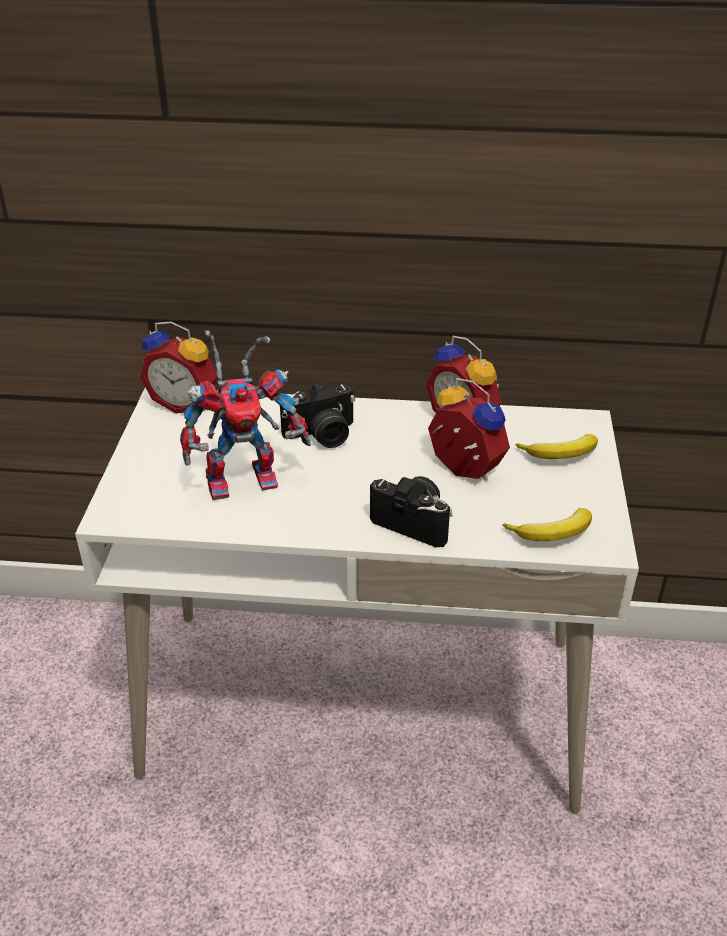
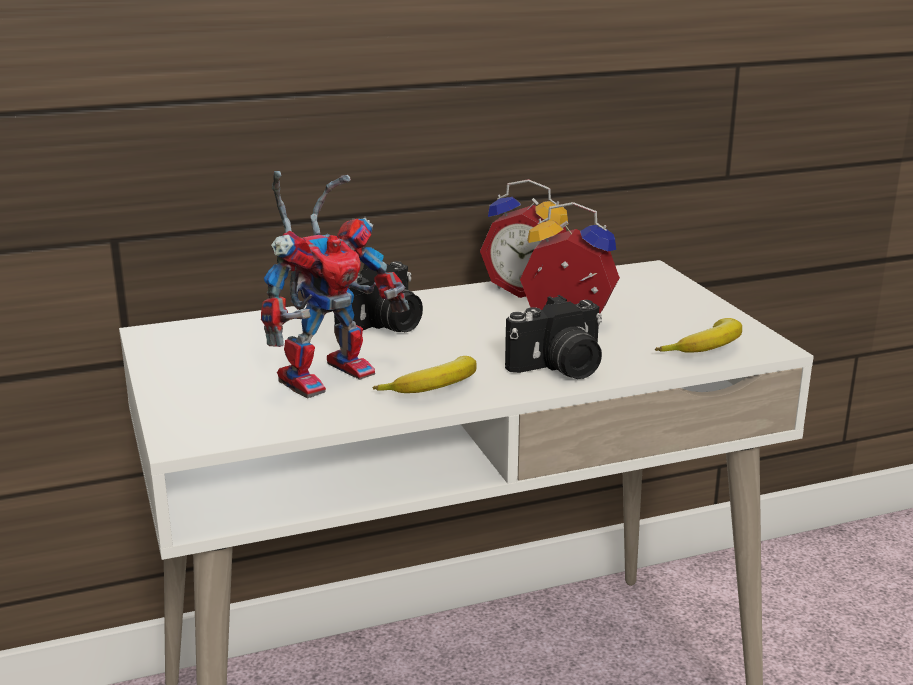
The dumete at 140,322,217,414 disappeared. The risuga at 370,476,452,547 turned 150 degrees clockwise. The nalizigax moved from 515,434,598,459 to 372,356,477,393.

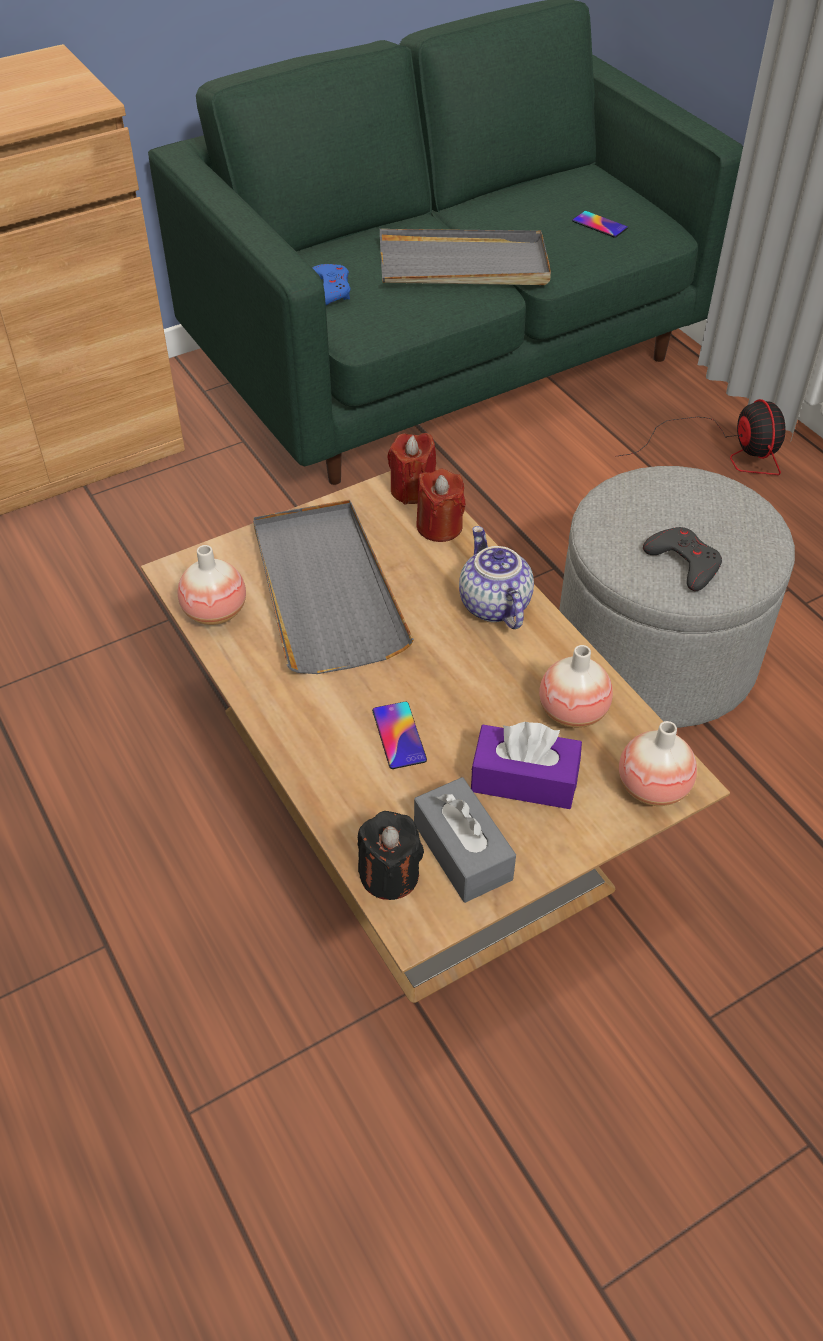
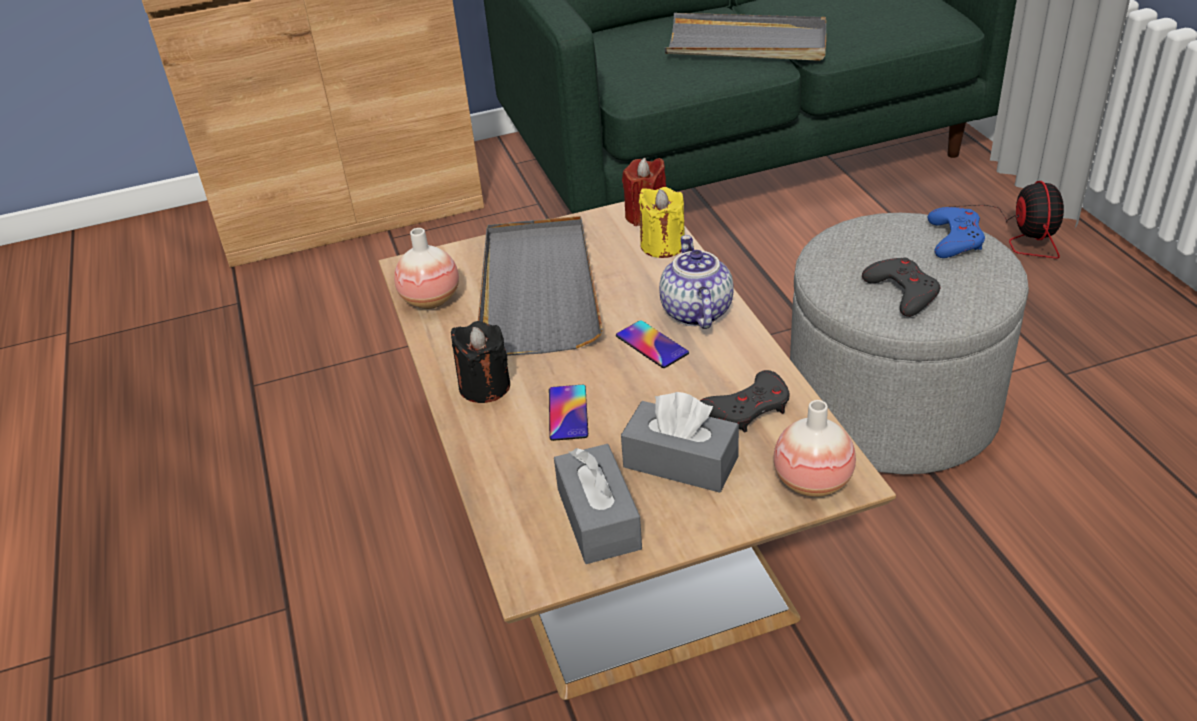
The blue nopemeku moved from 312,264,350,305 to 928,207,985,258. The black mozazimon moved from 358,811,424,900 to 451,321,510,403. The red mozazimon at 416,469,466,542 became the yellow mozazimon at 639,187,685,258. The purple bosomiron at 471,722,582,809 became the grey bosomiron at 621,392,739,493. The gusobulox at 539,645,613,728 was replaced by the grey nopemeku at 700,370,790,432. The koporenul moved from 572,211,628,238 to 616,320,689,368.

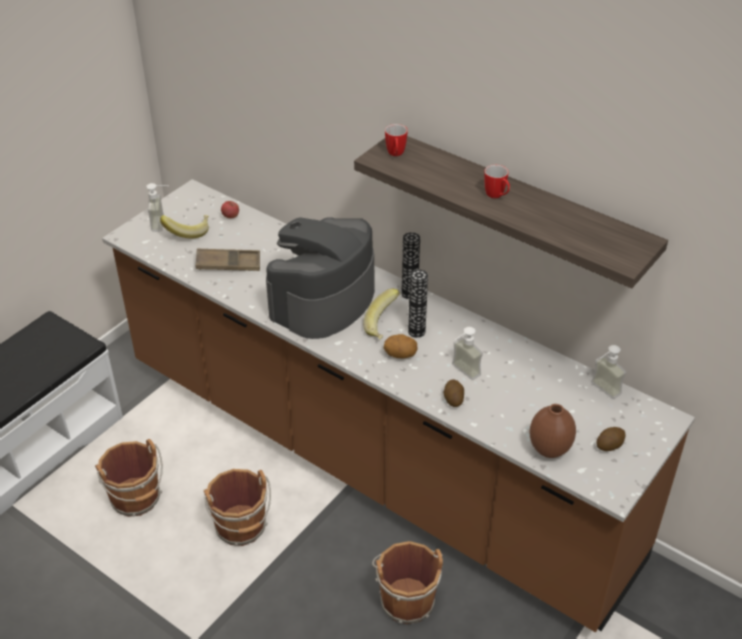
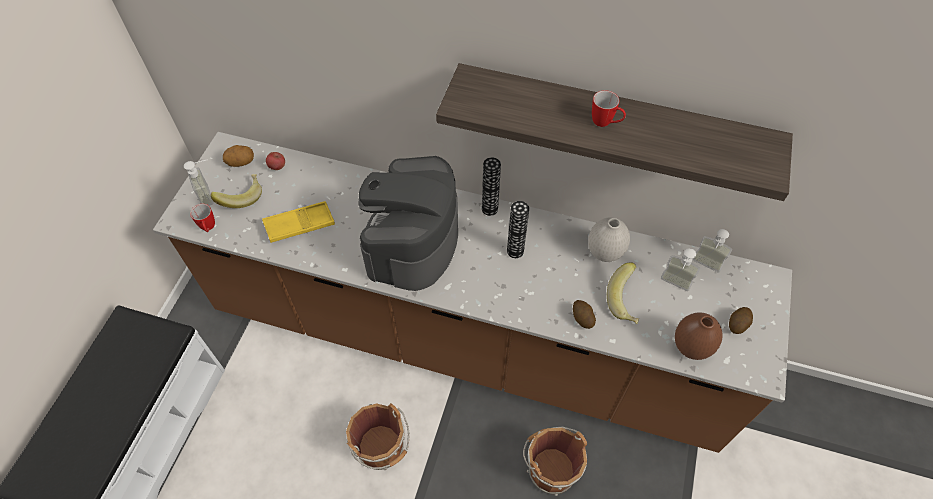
The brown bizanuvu at 95,439,163,517 disappeared. The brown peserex at 196,248,260,271 became the yellow peserex at 262,201,335,243. The nalizigax moved from 363,289,400,340 to 607,263,639,324. The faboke moved from 384,334,418,358 to 223,145,254,167. The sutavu moved from 385,124,408,156 to 190,204,215,232. The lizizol moved from 452,327,483,380 to 661,248,700,291. The white gusobulox at 588,217,630,262 appeared.

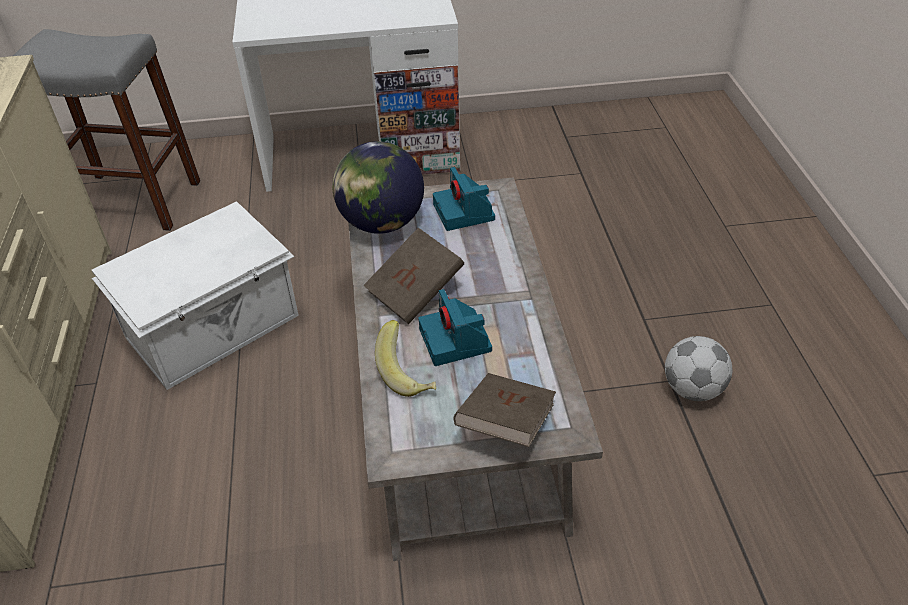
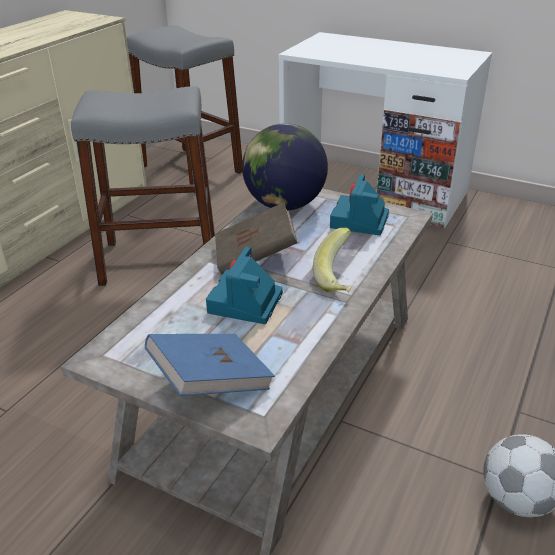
The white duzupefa at 92,201,299,390 was replaced by the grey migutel at 71,86,215,286. The nalizigax moved from 375,320,436,397 to 313,228,352,292. The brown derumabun at 454,373,556,447 became the blue derumabun at 145,334,275,396.

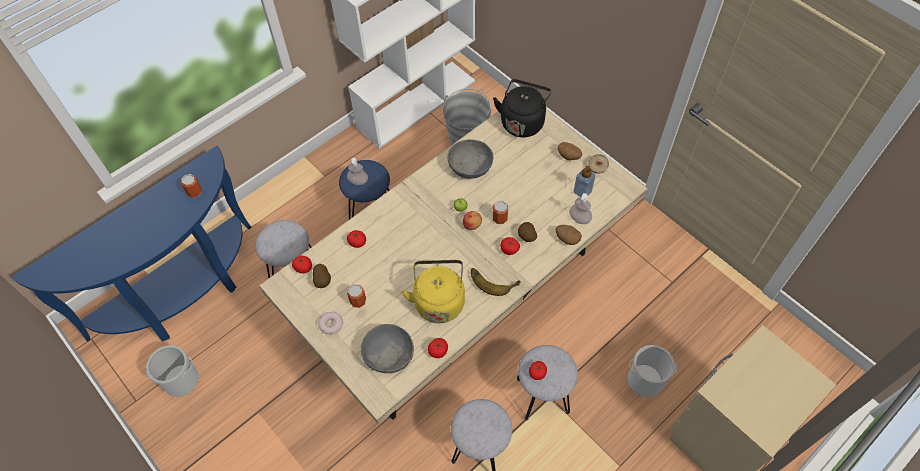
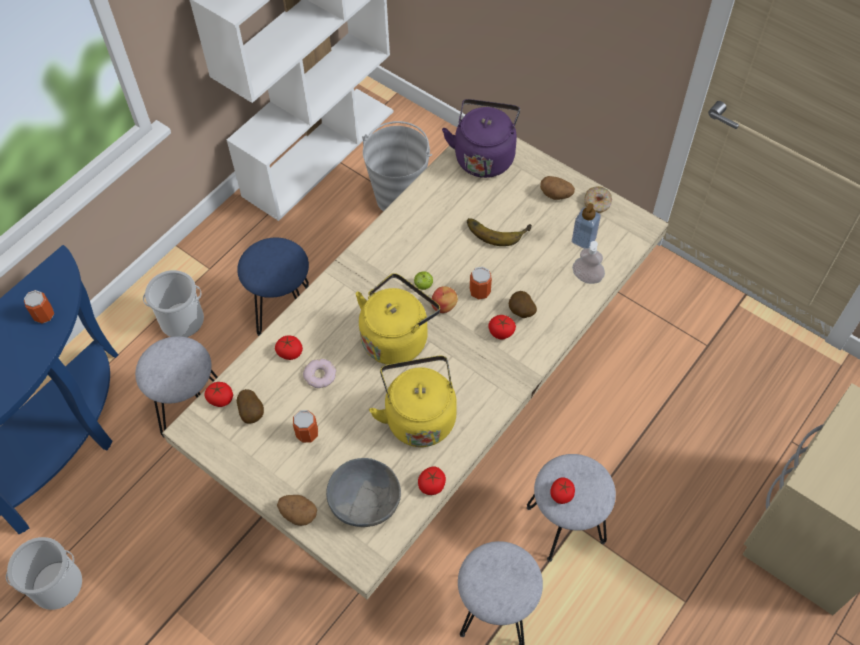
The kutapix moved from 318,312,343,334 to 303,359,336,388. The lizizol at 347,158,368,185 disappeared. The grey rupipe at 447,139,493,179 disappeared. The nalizigax moved from 471,268,521,296 to 467,218,532,246. The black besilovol at 493,79,551,137 became the purple besilovol at 442,99,520,178. The faboke moved from 556,225,582,245 to 277,495,317,526. The bizanuvu moved from 628,345,677,397 to 143,270,204,337. The yellow besilovol at 355,273,440,365 appeared.

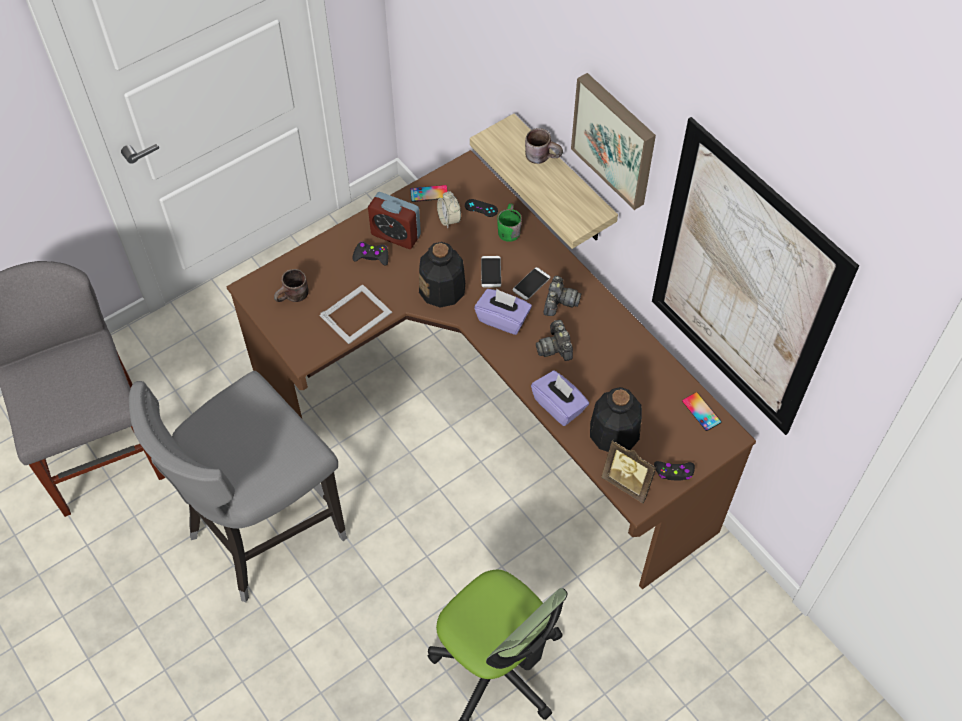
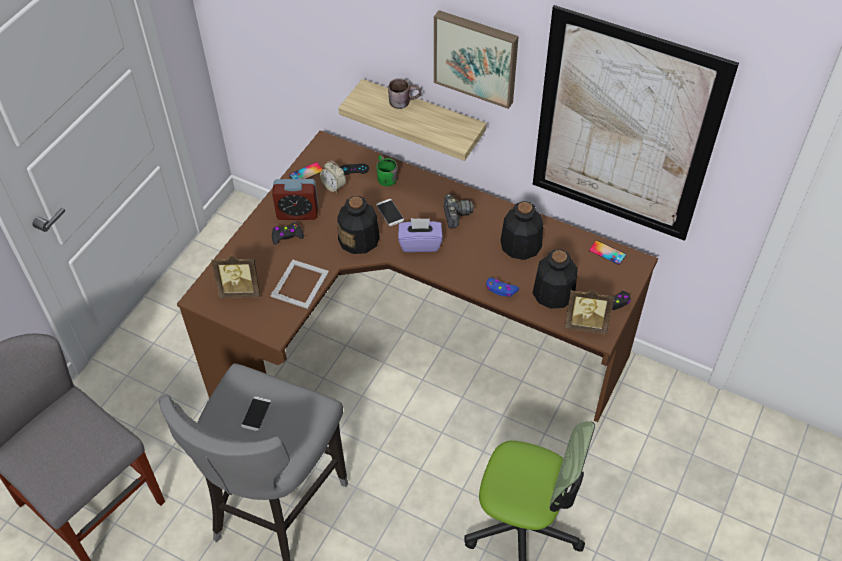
The brown sutavu at 274,269,309,302 was replaced by the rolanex at 212,256,260,298. The koporenul moved from 513,267,550,300 to 241,396,271,432. The purple bosomiron at 531,370,589,426 was replaced by the blue nopemeku at 486,278,519,297. The risuga at 536,320,573,361 disappeared. The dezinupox at 500,201,543,260 appeared.

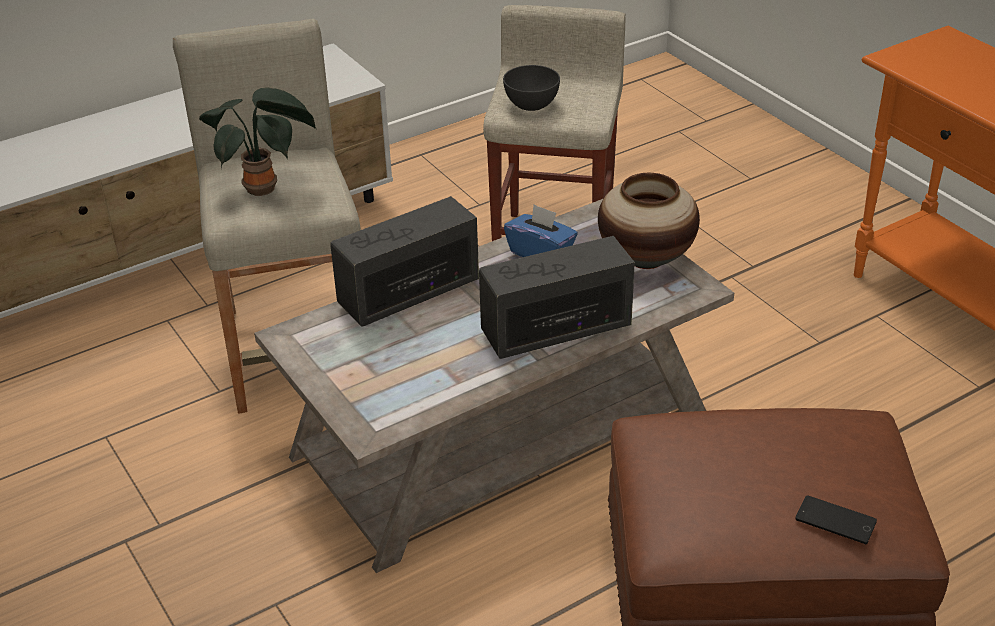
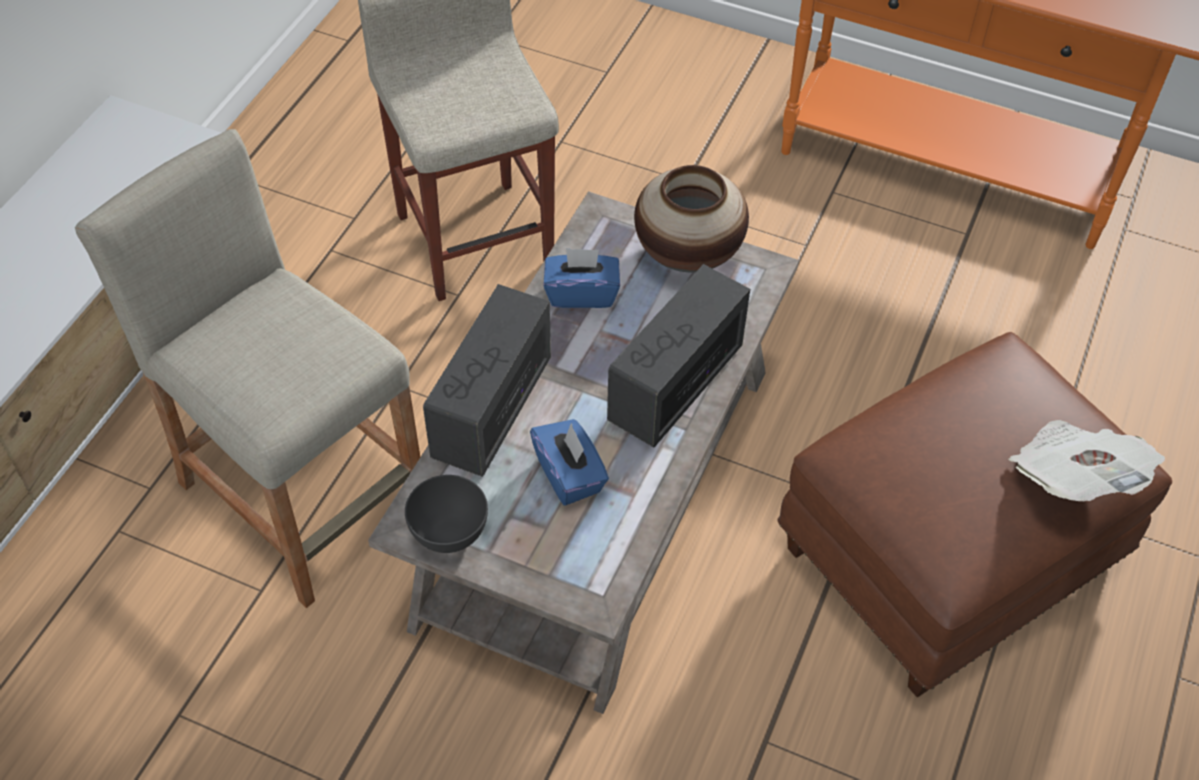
The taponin at 199,87,317,196 disappeared. The grey rupipe moved from 503,65,560,111 to 405,475,488,553. The koporenul at 795,495,877,544 was replaced by the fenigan at 1009,420,1165,501. The blue bosomiron at 530,419,609,506 appeared.

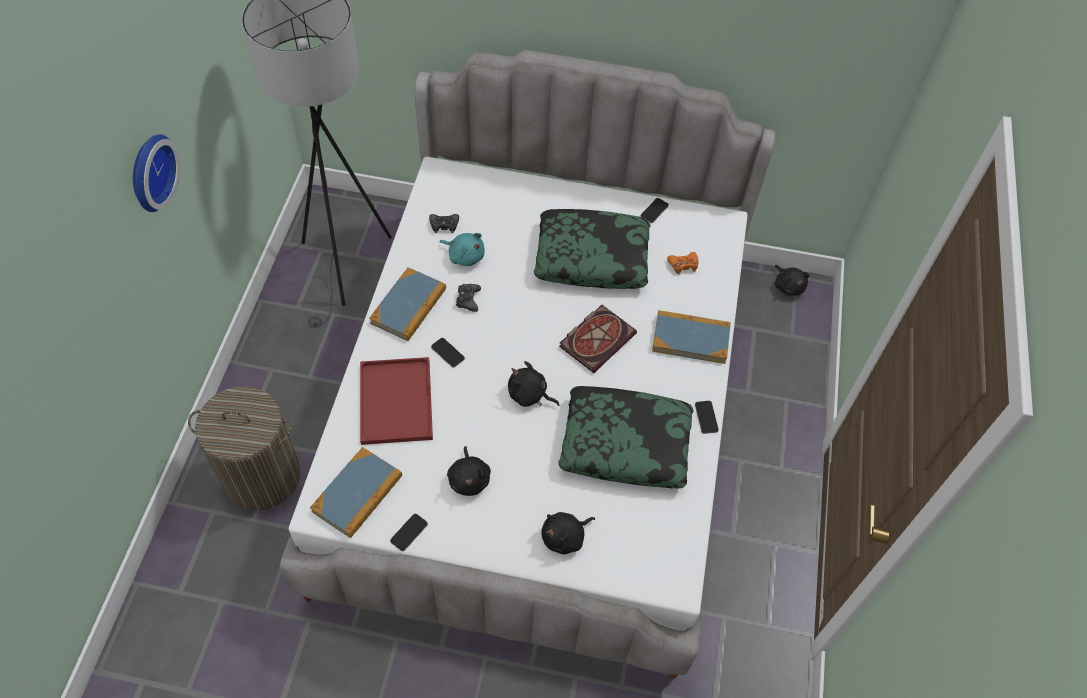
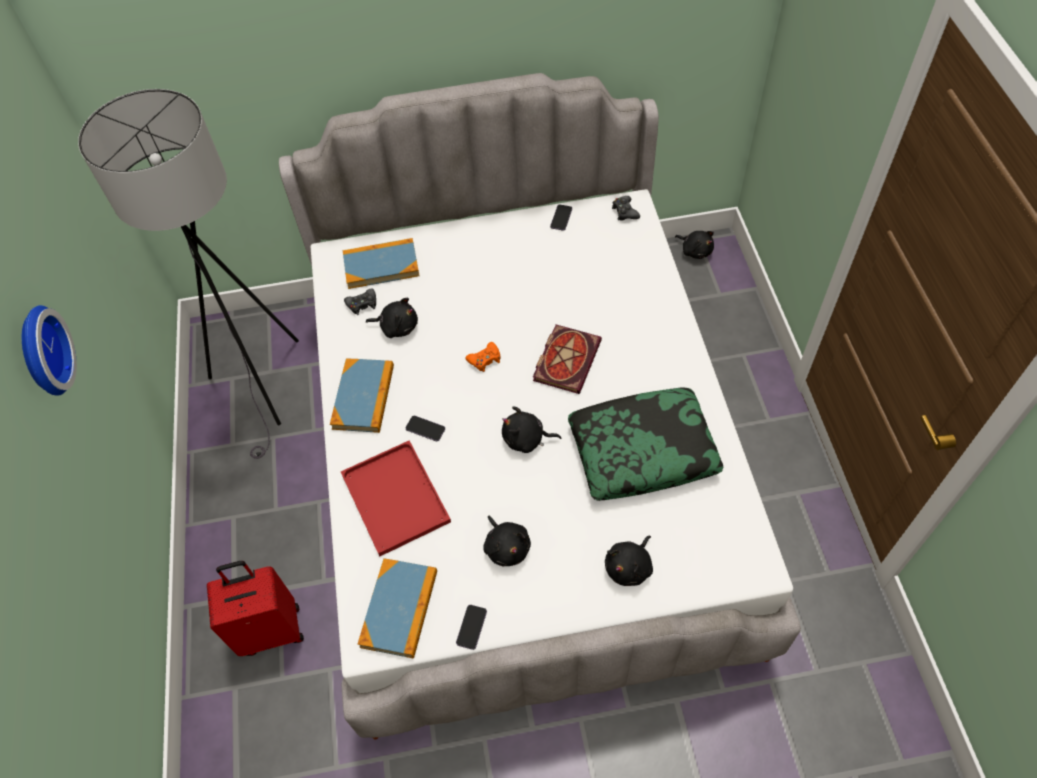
The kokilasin at 188,386,301,510 was replaced by the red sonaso at 207,561,304,656. The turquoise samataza at 439,233,485,266 became the black samataza at 366,298,418,338. The black nopemeku moved from 456,284,481,312 to 612,196,640,221. The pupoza at 534,209,650,289 disappeared. The derumabun moved from 652,310,731,364 to 343,238,420,289. The orange nopemeku moved from 667,252,698,275 to 465,342,501,372. The koporenul at 695,401,719,434 disappeared.

